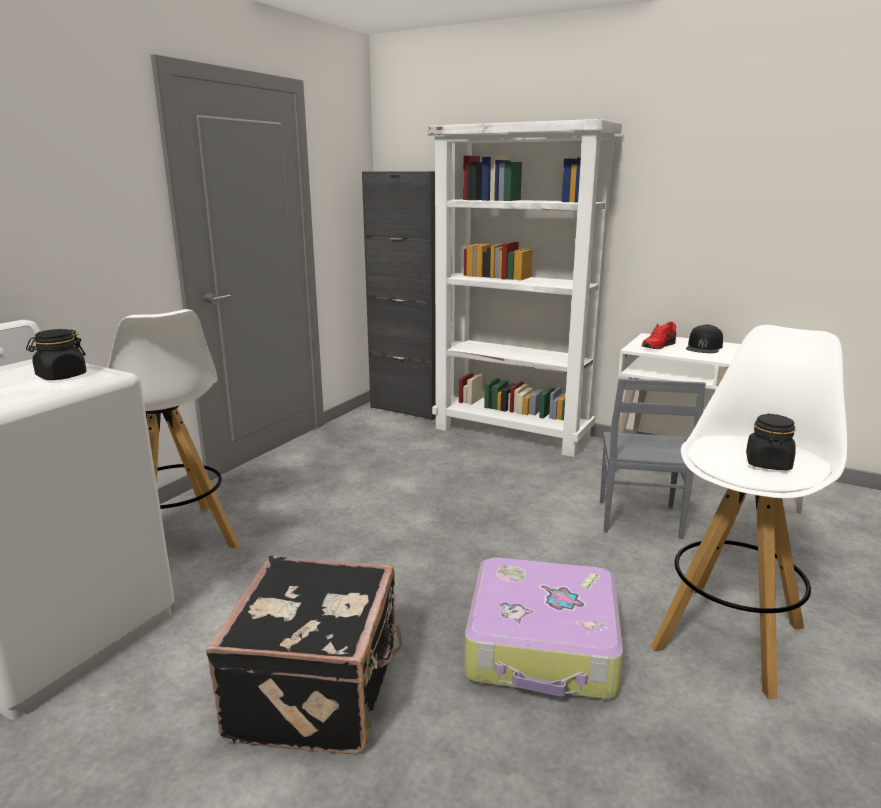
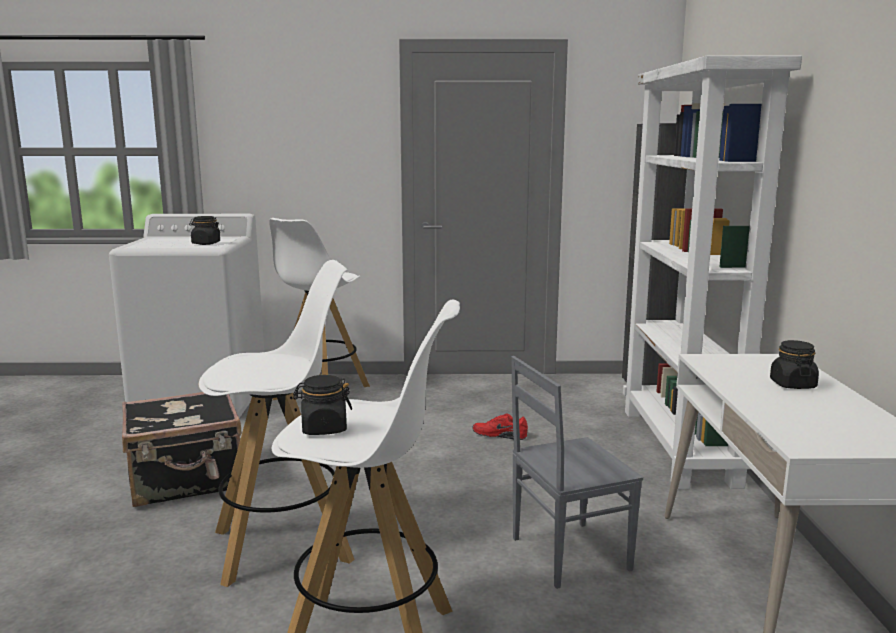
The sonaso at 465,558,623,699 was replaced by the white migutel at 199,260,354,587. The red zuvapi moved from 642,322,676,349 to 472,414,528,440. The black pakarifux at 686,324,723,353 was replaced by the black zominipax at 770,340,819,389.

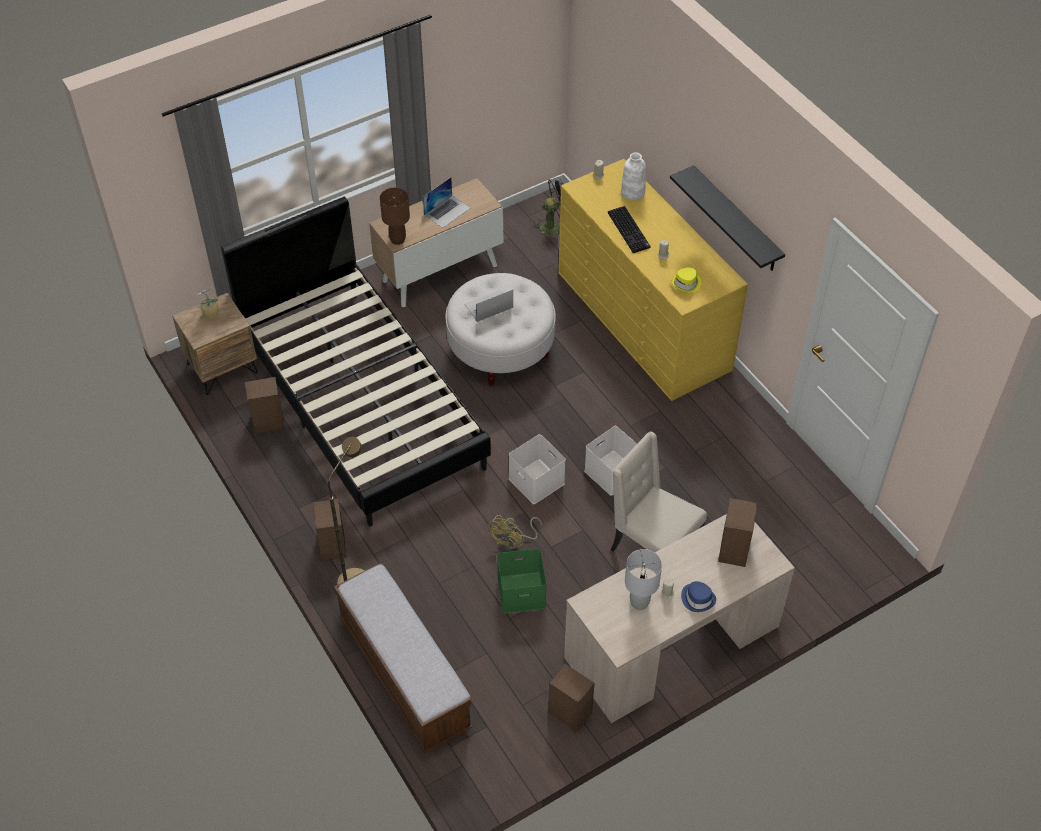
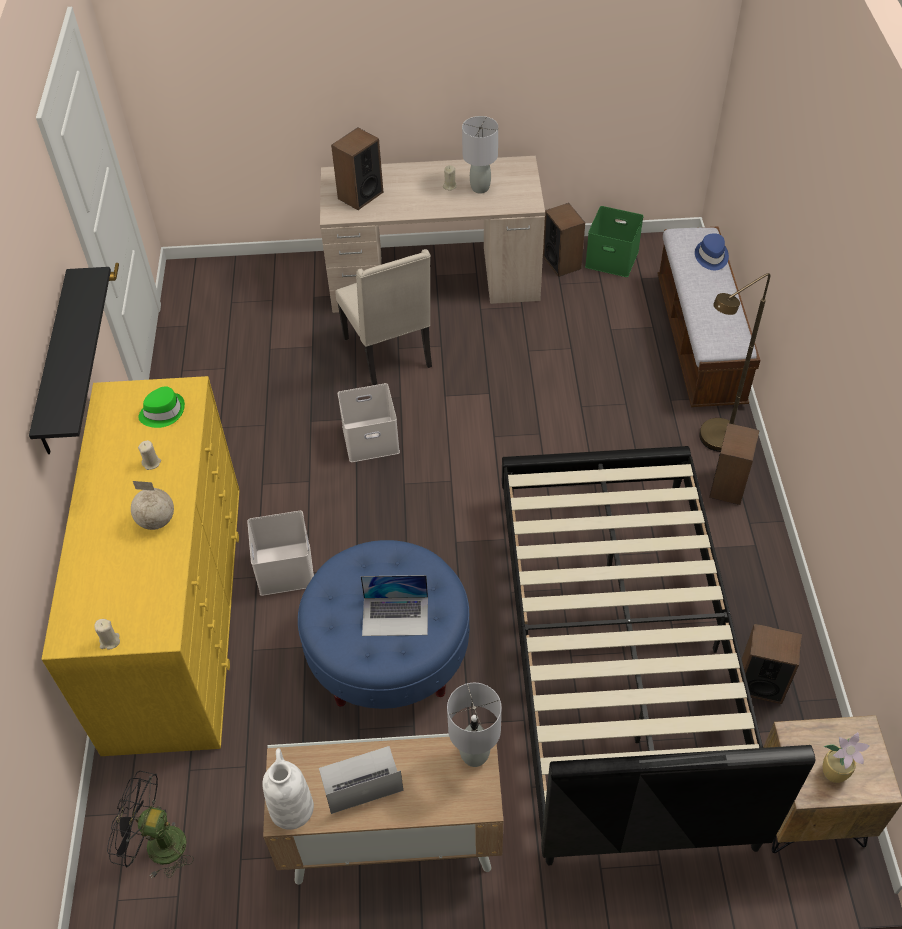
The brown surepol at 380,187,410,245 became the grey surepol at 447,683,501,767. The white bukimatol at 445,273,556,386 became the blue bukimatol at 298,540,470,709. The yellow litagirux at 487,515,542,551 disappeared. The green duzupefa moved from 497,548,547,613 to 585,206,643,277. The white duzupefa moved from 509,434,566,504 to 247,511,314,596. The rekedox at 608,206,650,253 was replaced by the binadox at 131,481,174,530. The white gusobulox moved from 621,152,646,200 to 262,748,314,830. The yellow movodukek at 671,268,701,293 became the green movodukek at 138,386,185,428. The blue movodukek moved from 681,581,716,612 to 695,233,729,270.

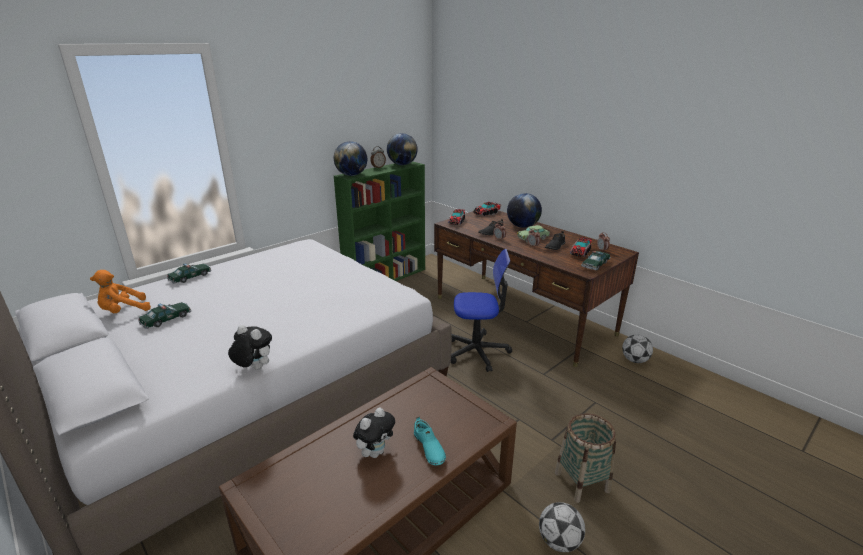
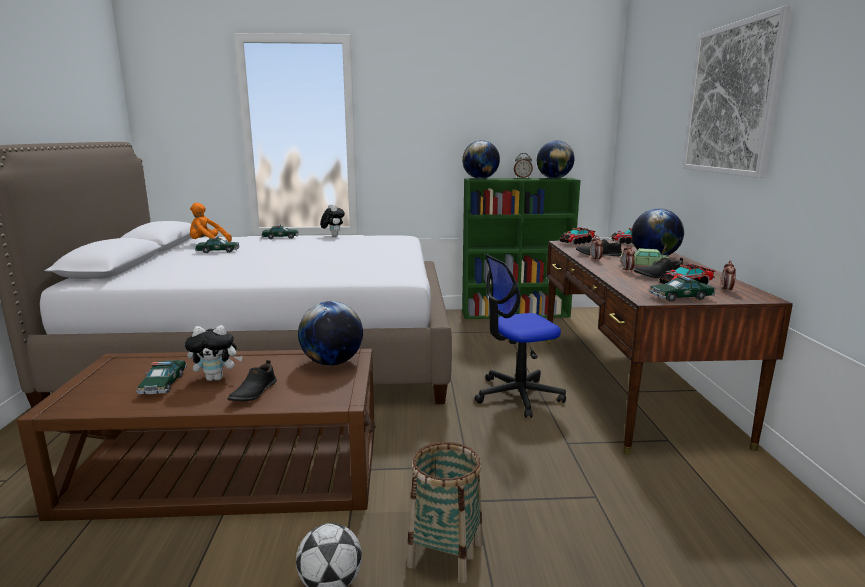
The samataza moved from 228,325,272,370 to 320,204,345,237. The turquoise zuvapi at 414,417,446,466 became the black zuvapi at 227,360,277,401. The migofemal at 451,249,512,372 turned 120 degrees clockwise. The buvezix at 622,335,653,363 disappeared. The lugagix at 136,360,187,394 appeared. The binadox at 298,301,363,366 appeared. The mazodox at 683,5,793,178 appeared.

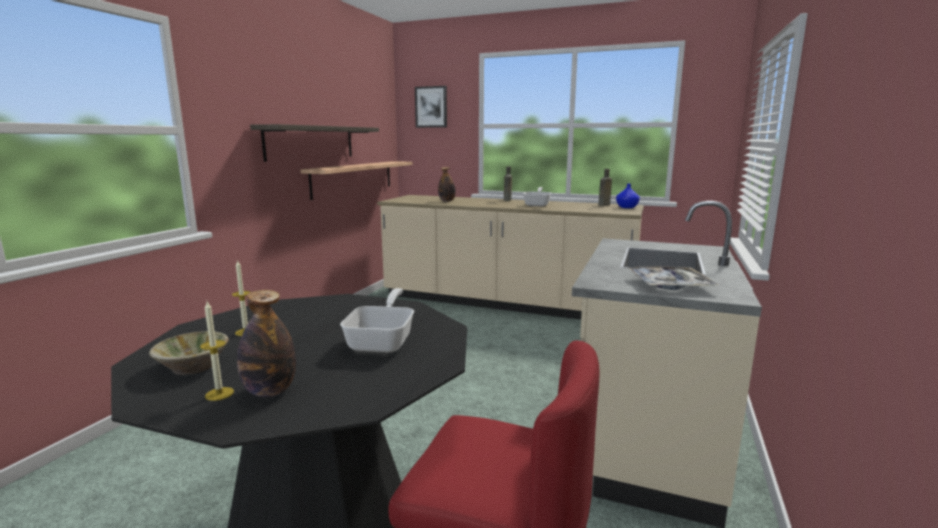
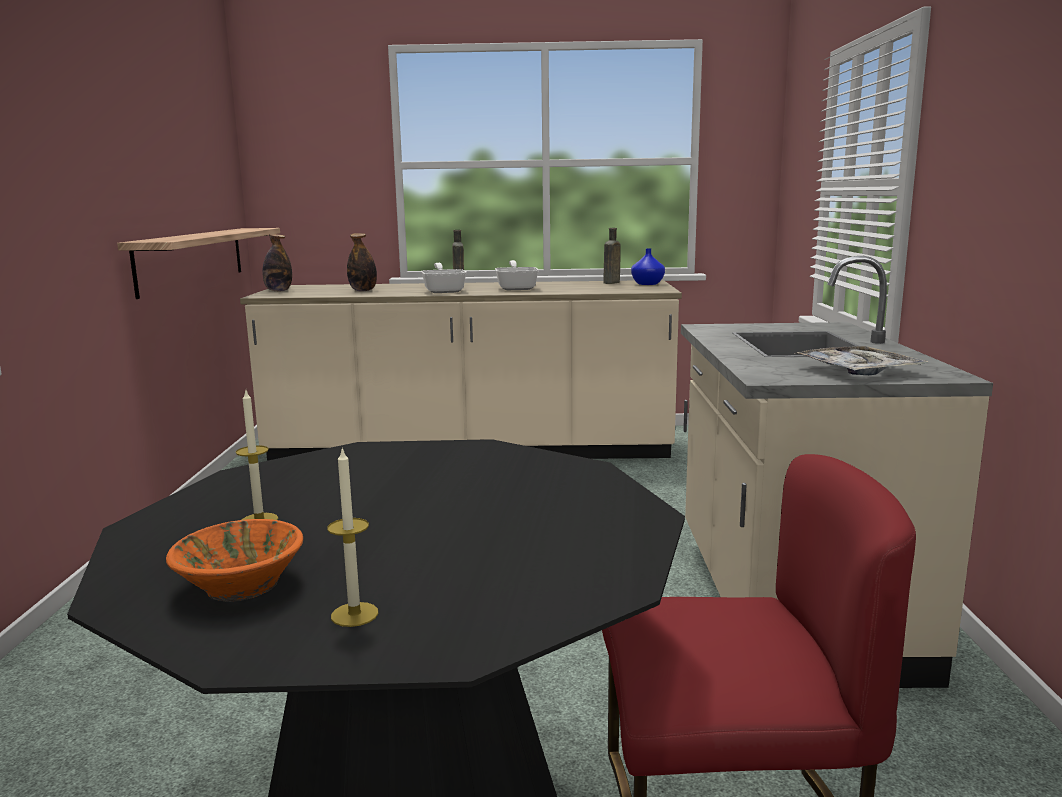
The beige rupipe at 149,331,229,375 became the orange rupipe at 166,519,303,602. The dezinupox moved from 237,290,296,397 to 262,234,292,291. The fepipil at 250,124,379,162 disappeared. The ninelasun moved from 340,288,414,353 to 421,263,467,293. The mazodox at 415,86,447,128 disappeared.

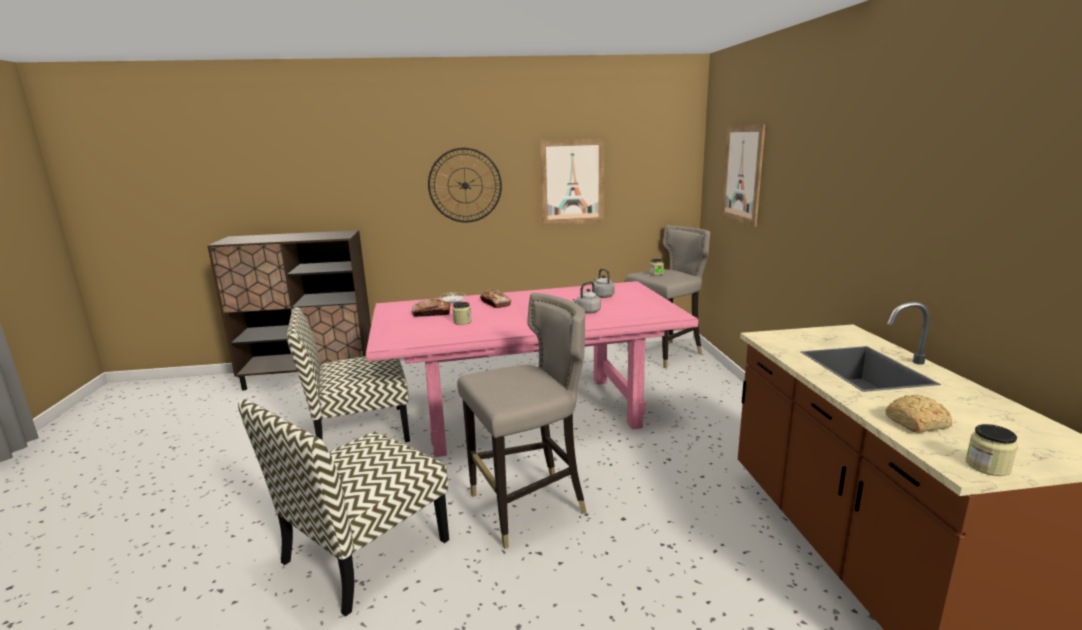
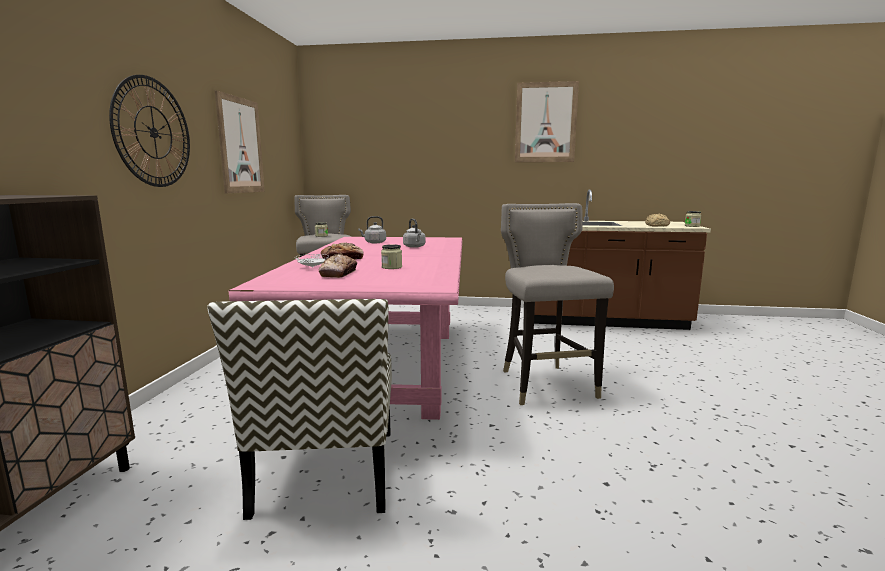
The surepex at 238,399,449,617 disappeared. The mazodox moved from 722,125,765,227 to 515,81,579,162.

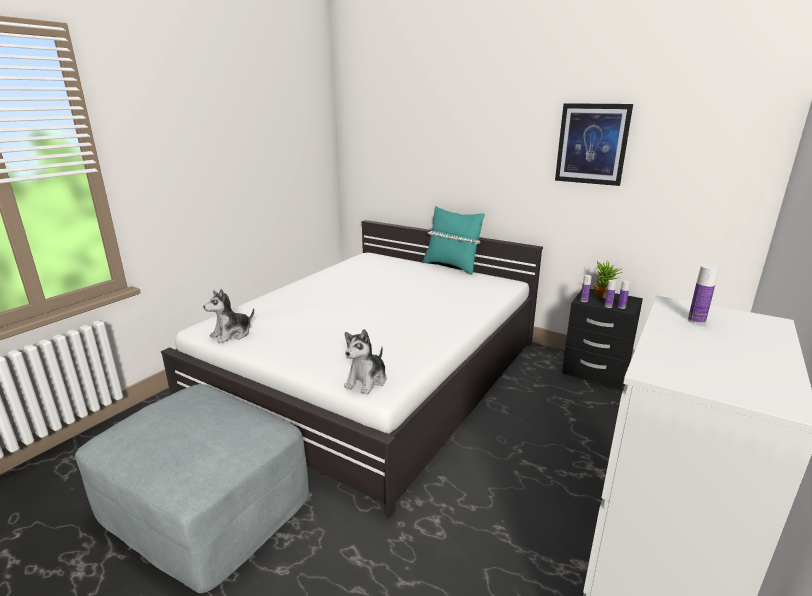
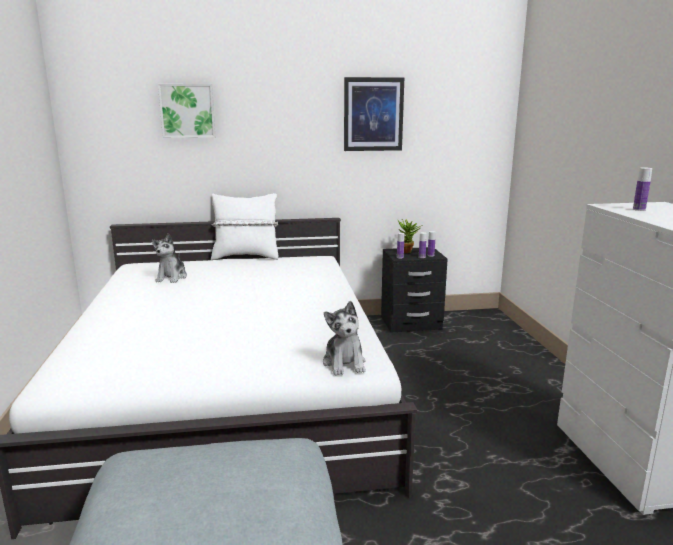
The samataza moved from 203,289,254,343 to 152,234,187,283. The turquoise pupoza at 423,206,485,275 became the white pupoza at 211,193,279,260. The mazodox at 158,84,215,138 appeared.

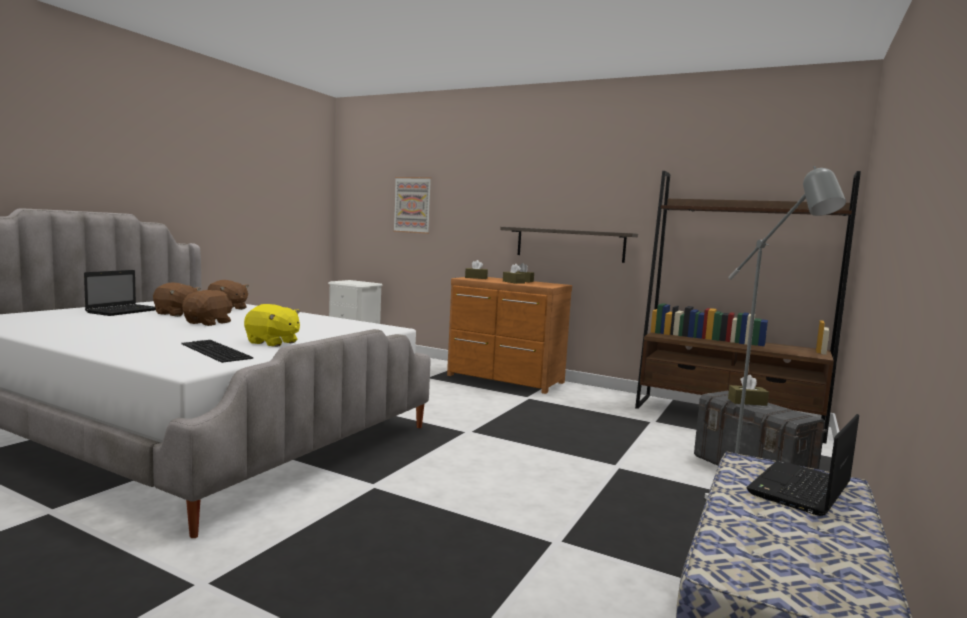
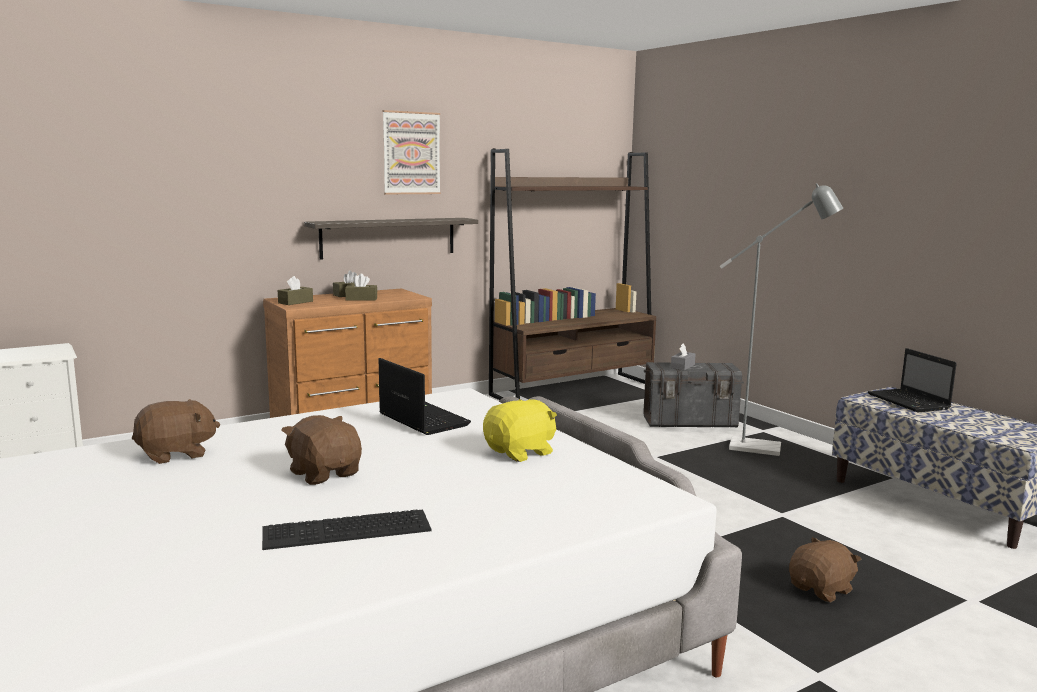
The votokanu moved from 84,270,156,316 to 379,358,471,435. The brown samataza moved from 153,283,201,317 to 789,537,862,603. The rekedox moved from 181,340,253,363 to 262,510,431,550. The mazodox moved from 393,177,431,234 to 382,110,441,194. The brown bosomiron at 728,375,769,406 became the grey bosomiron at 671,343,695,370.

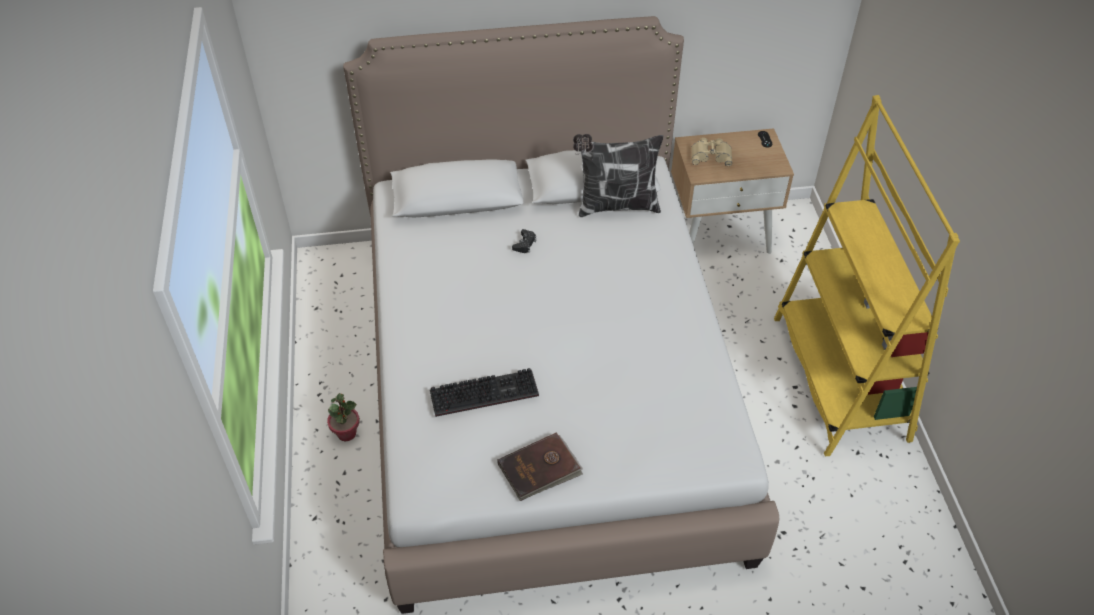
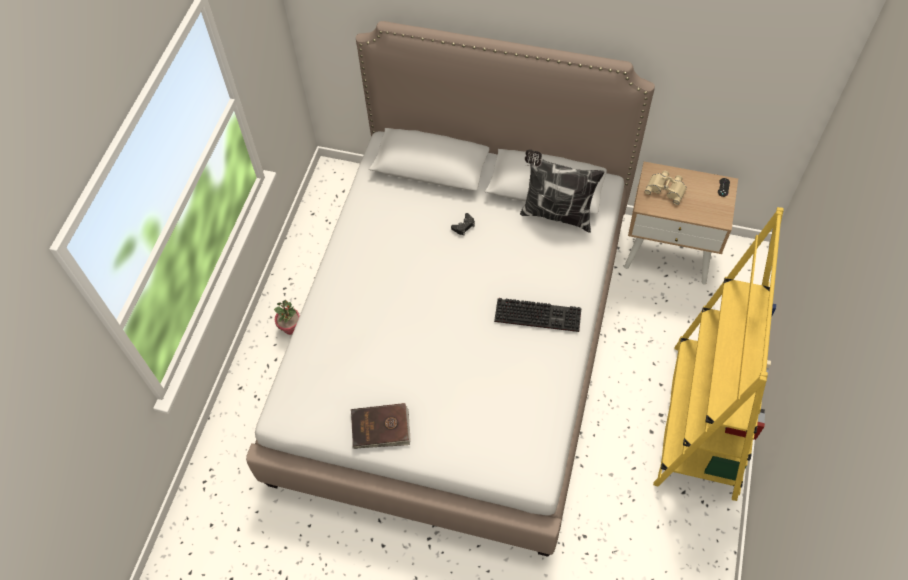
The rekedox moved from 430,368,539,417 to 494,298,581,332.

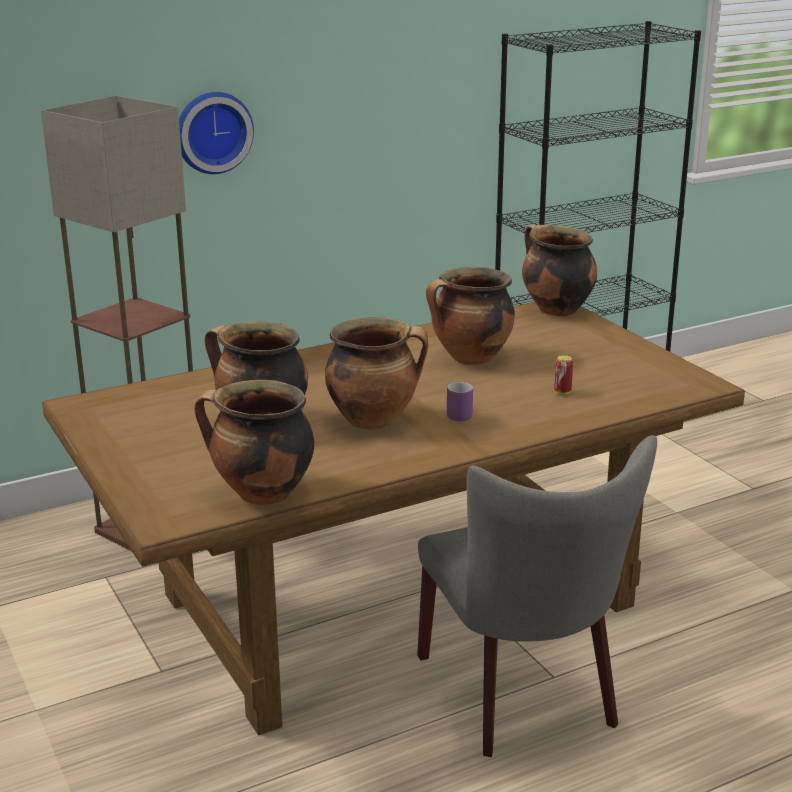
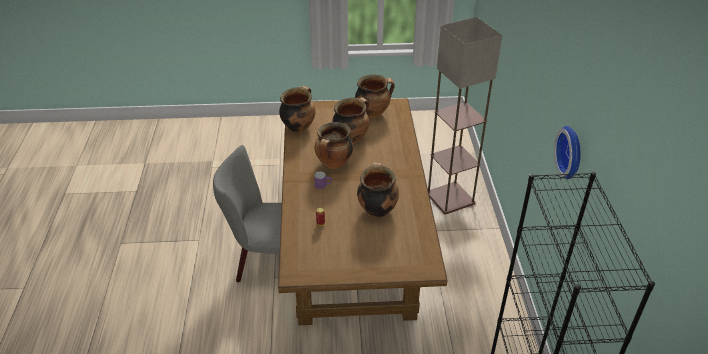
The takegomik moved from 179,92,254,174 to 554,126,580,179. The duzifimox moved from 522,225,597,317 to 355,75,395,118.

